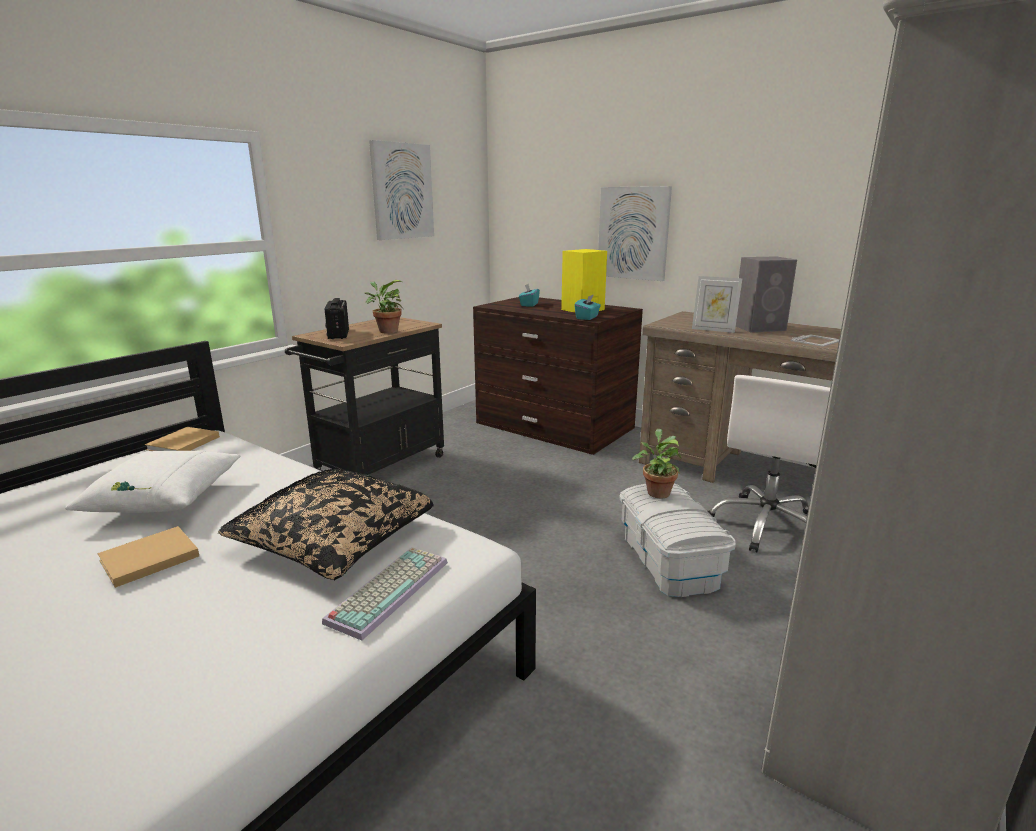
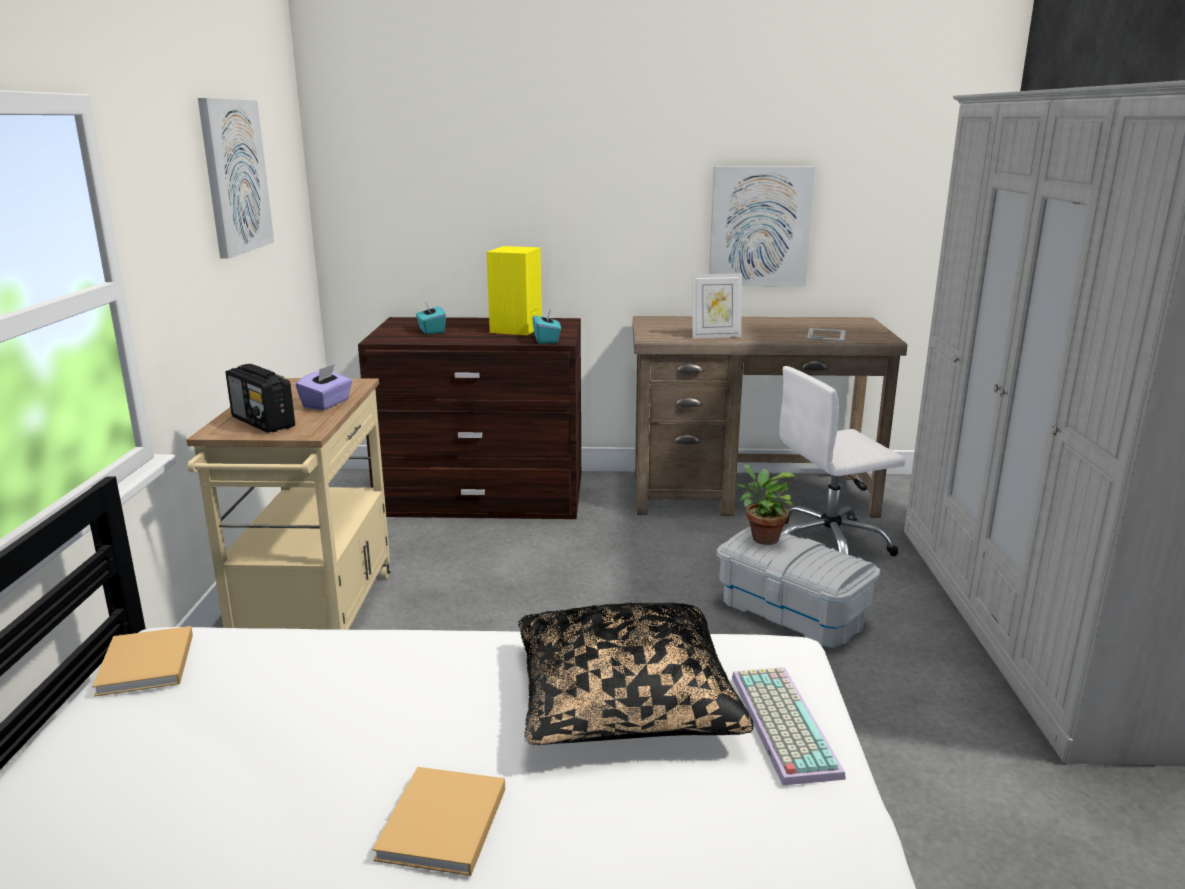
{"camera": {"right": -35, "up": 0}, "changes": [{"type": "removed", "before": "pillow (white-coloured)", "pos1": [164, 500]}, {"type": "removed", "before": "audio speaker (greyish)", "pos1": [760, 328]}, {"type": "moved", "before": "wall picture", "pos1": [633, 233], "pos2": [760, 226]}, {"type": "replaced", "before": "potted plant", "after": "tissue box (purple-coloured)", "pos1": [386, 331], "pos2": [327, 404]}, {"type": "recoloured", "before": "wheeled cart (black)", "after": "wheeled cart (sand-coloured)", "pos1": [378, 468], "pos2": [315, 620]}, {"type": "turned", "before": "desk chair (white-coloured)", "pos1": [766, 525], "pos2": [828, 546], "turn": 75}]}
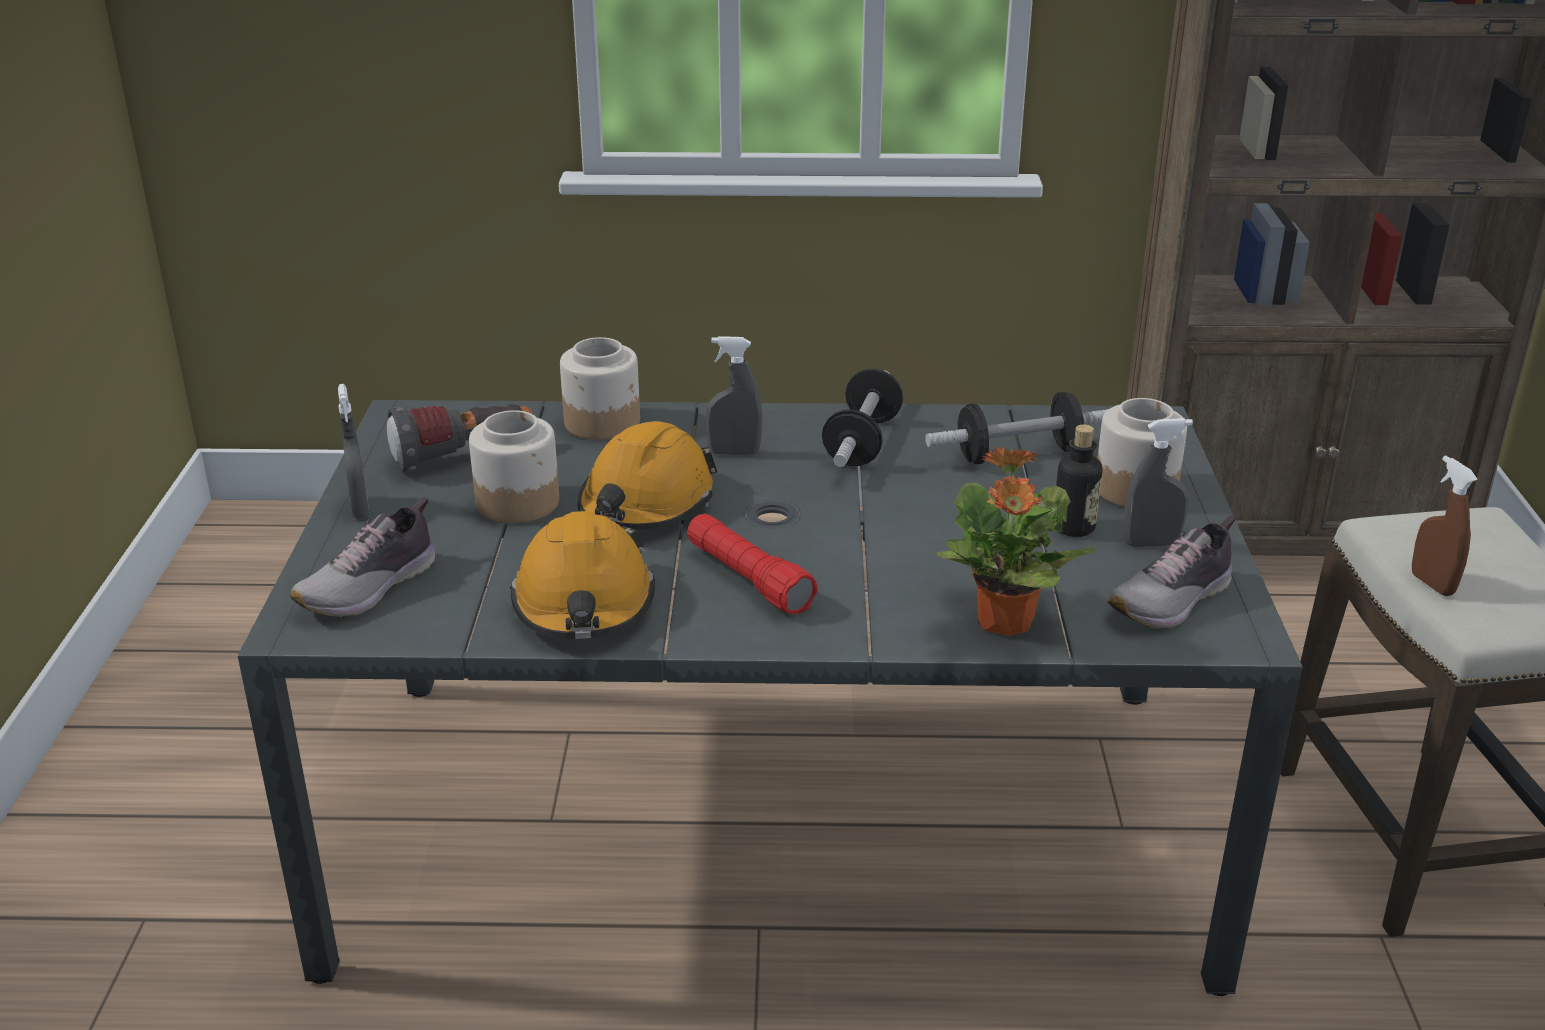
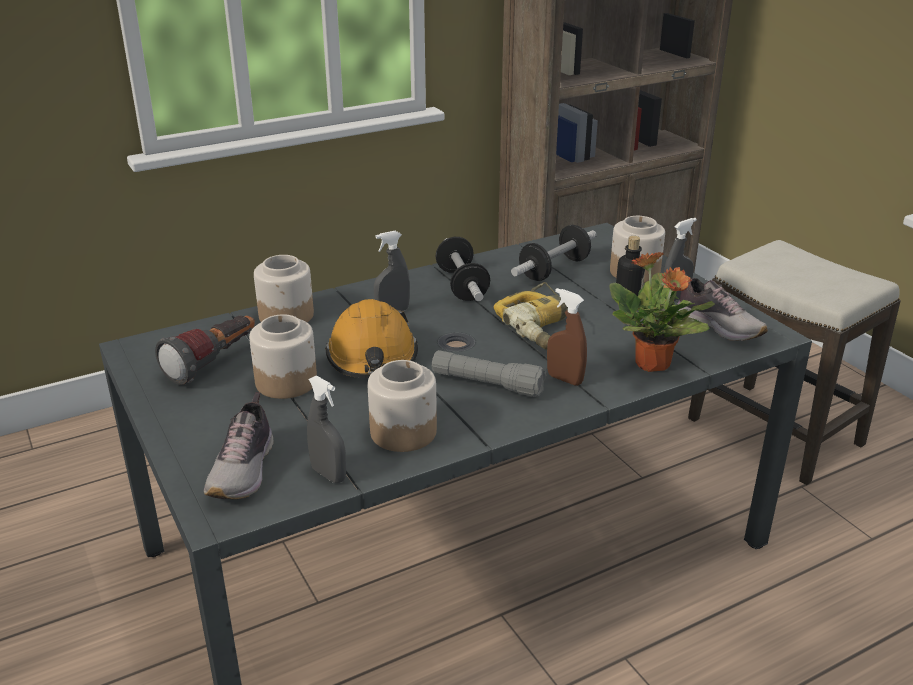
{"camera": {"right": -30, "up": 0}, "changes": [{"type": "added", "after": "power drill", "pos2": [541, 326]}, {"type": "moved", "before": "hand sprayer (greyish)", "pos1": [360, 508], "pos2": [328, 474]}, {"type": "moved", "before": "hand sprayer (brownish)", "pos1": [1432, 584], "pos2": [564, 379]}, {"type": "replaced", "before": "hard hat (orange)", "after": "preserve jar", "pos1": [584, 603], "pos2": [403, 432]}, {"type": "recoloured", "before": "torch (red-coloured)", "after": "torch (greyish)", "pos1": [748, 579], "pos2": [487, 384]}, {"type": "turned", "before": "item of footwear", "pos1": [1173, 601], "pos2": [719, 326], "turn": -60}]}
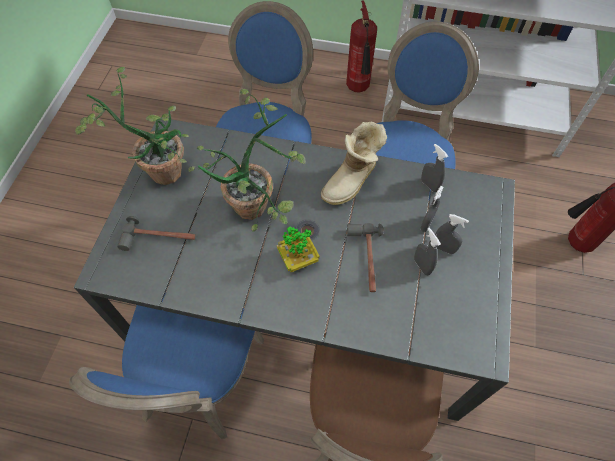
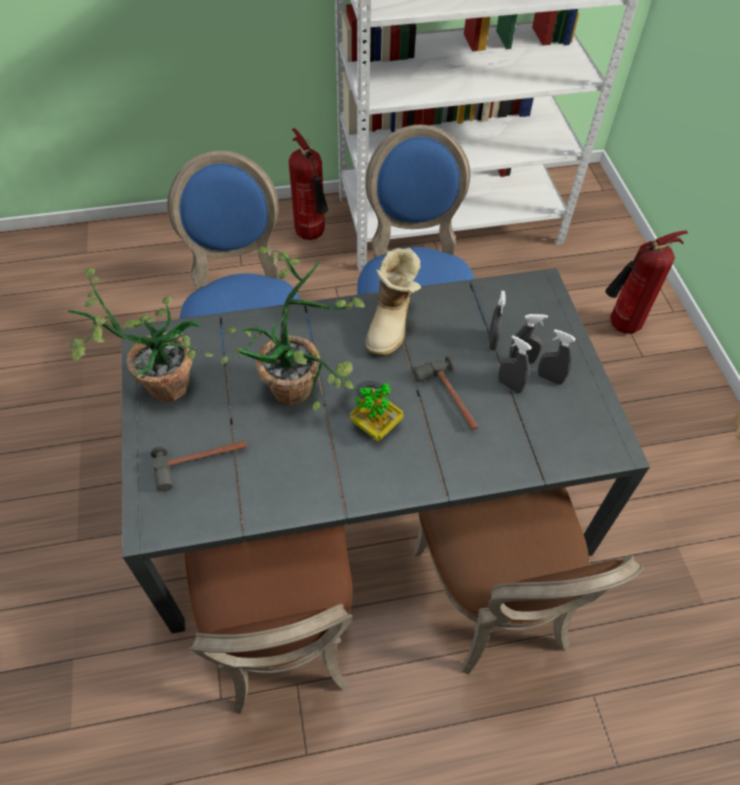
{"camera": {"right": -25, "up": -5}, "changes": [{"type": "moved", "before": "hand sprayer (greyish)", "pos1": [429, 185], "pos2": [550, 378]}, {"type": "recoloured", "before": "plain chair (blue)", "after": "plain chair (brownish)", "pos1": [198, 382], "pos2": [283, 639]}]}
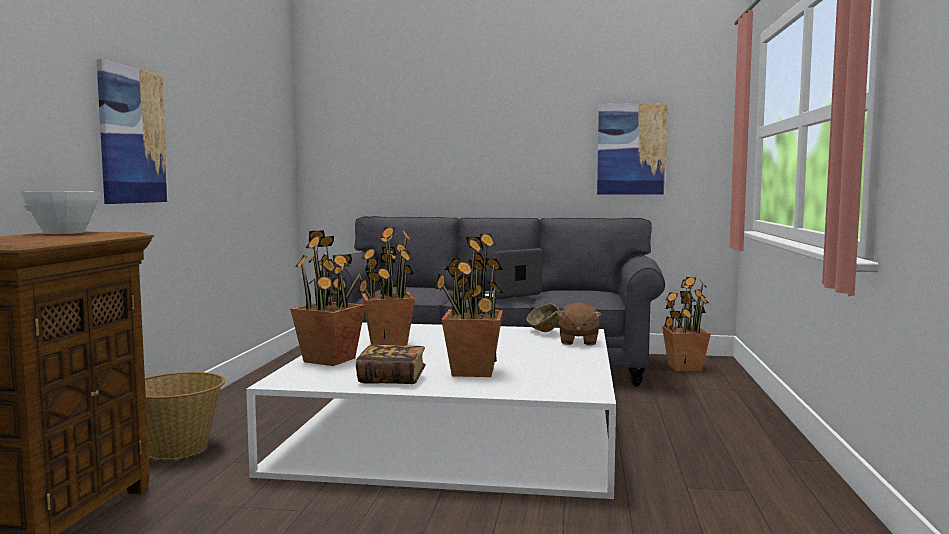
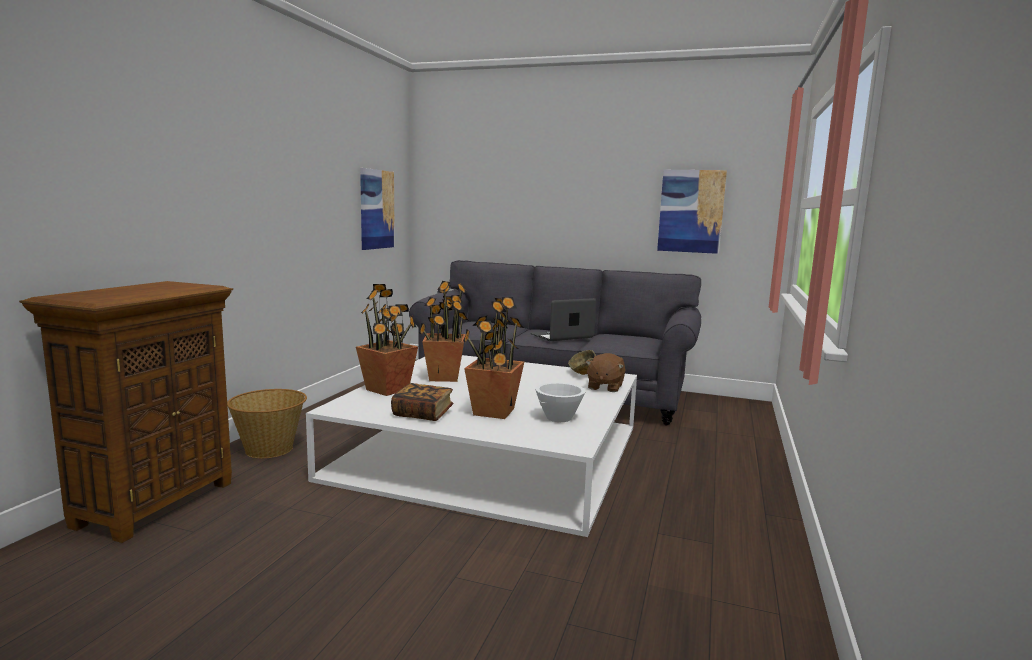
{"camera": {"right": 10, "up": 5}, "changes": [{"type": "removed", "before": "potted plant", "pos1": [684, 367]}, {"type": "moved", "before": "bowl (white-coloured)", "pos1": [63, 233], "pos2": [558, 417]}, {"type": "moved", "before": "wall picture", "pos1": [132, 135], "pos2": [376, 209]}]}
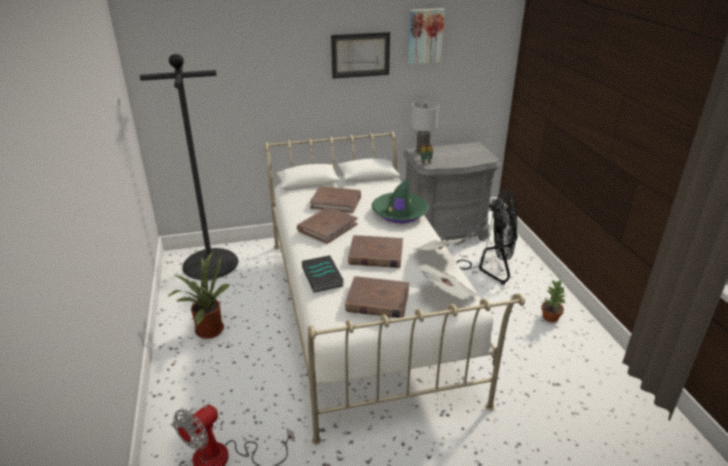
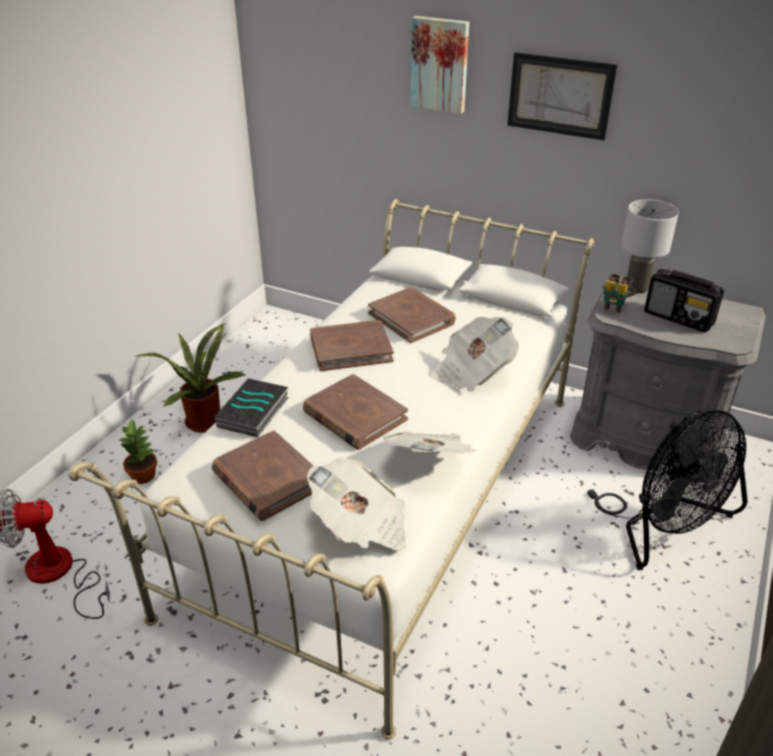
{"camera": {"right": 40, "up": 5}, "changes": [{"type": "removed", "before": "garment stand (black)", "pos1": [210, 264]}, {"type": "added", "after": "radio", "pos2": [679, 318]}, {"type": "moved", "before": "wall picture", "pos1": [425, 36], "pos2": [440, 64]}, {"type": "moved", "before": "potted plant", "pos1": [550, 317], "pos2": [144, 475]}, {"type": "replaced", "before": "clothing hat (green-coloured)", "after": "newspaper", "pos1": [400, 213], "pos2": [472, 371]}]}
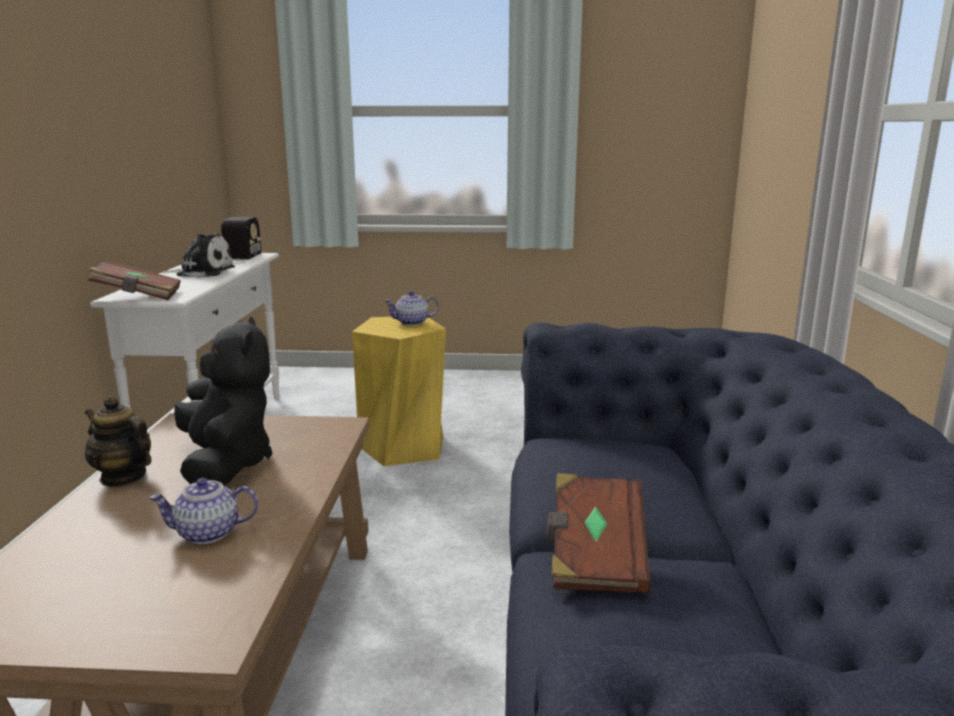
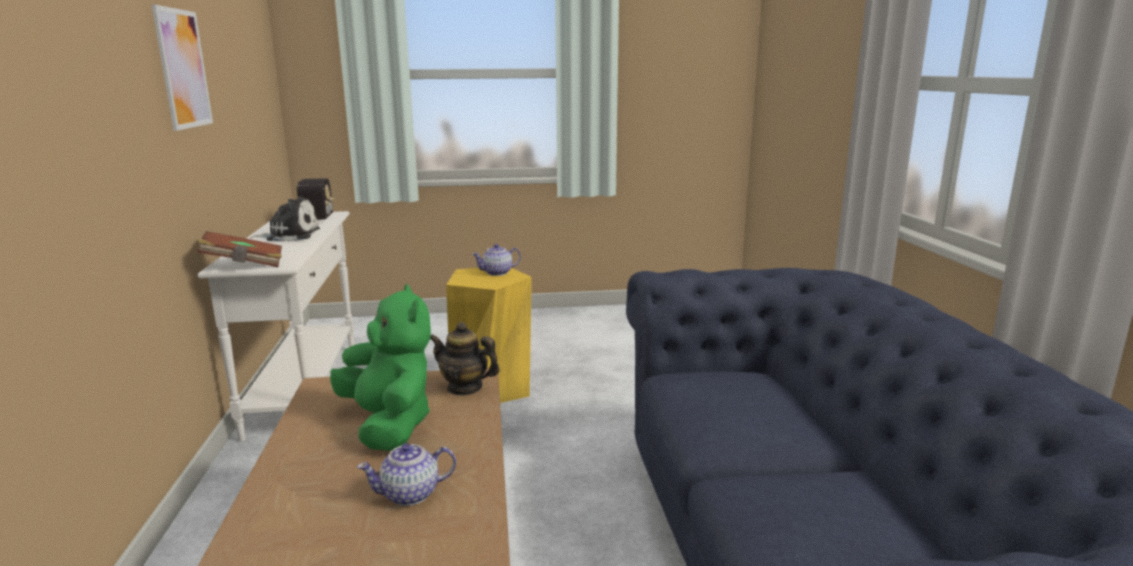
{"camera": {"right": -10, "up": 0}, "changes": [{"type": "removed", "before": "book (brownish)", "pos1": [594, 556]}, {"type": "added", "after": "wall picture", "pos2": [183, 69]}, {"type": "moved", "before": "pot for tea", "pos1": [123, 477], "pos2": [465, 388]}, {"type": "recoloured", "before": "cuddly toy (black)", "after": "cuddly toy (green-coloured)", "pos1": [226, 464], "pos2": [389, 425]}]}
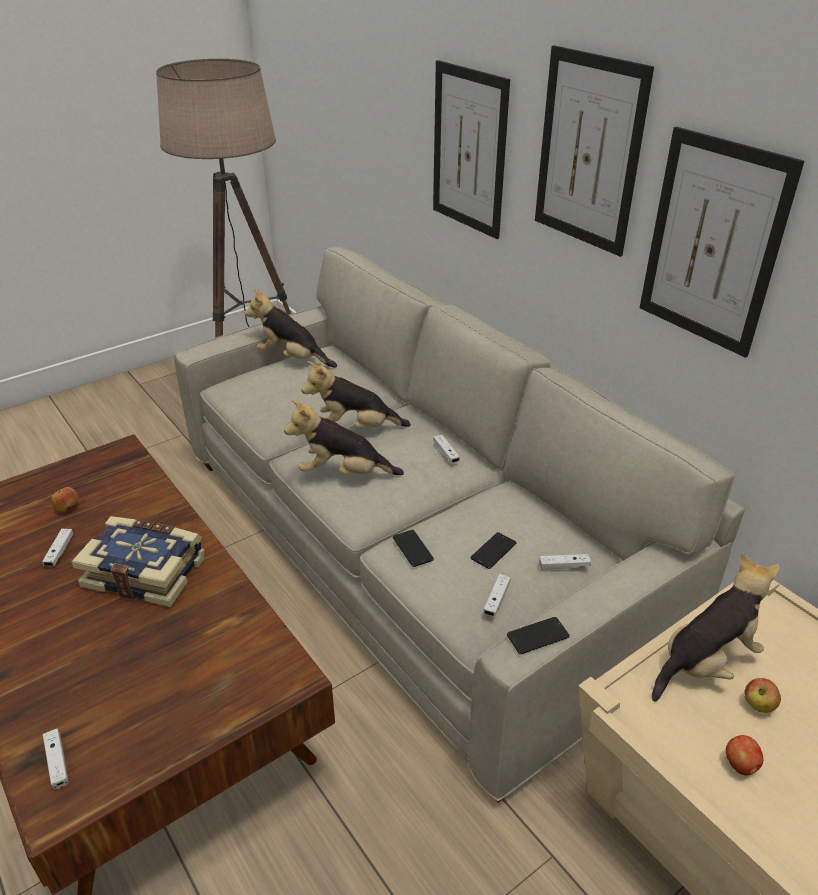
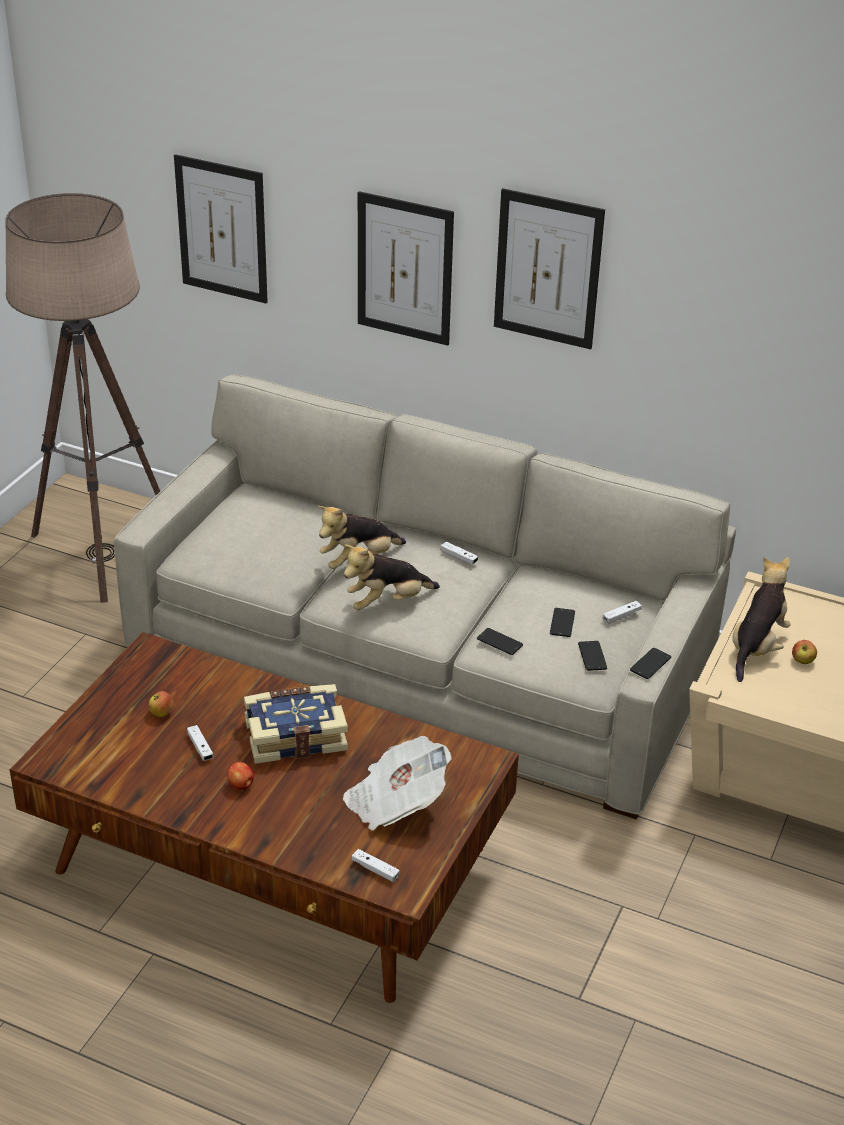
{"camera": {"right": -30, "up": 0}, "changes": [{"type": "removed", "before": "cuddly toy", "pos1": [292, 358]}, {"type": "added", "after": "newspaper", "pos2": [395, 802]}, {"type": "moved", "before": "wall picture", "pos1": [712, 243], "pos2": [222, 229]}, {"type": "moved", "before": "whole apple", "pos1": [740, 765], "pos2": [241, 785]}, {"type": "replaced", "before": "joypad (white-coloured)", "after": "telephone", "pos1": [496, 600], "pos2": [592, 656]}]}
